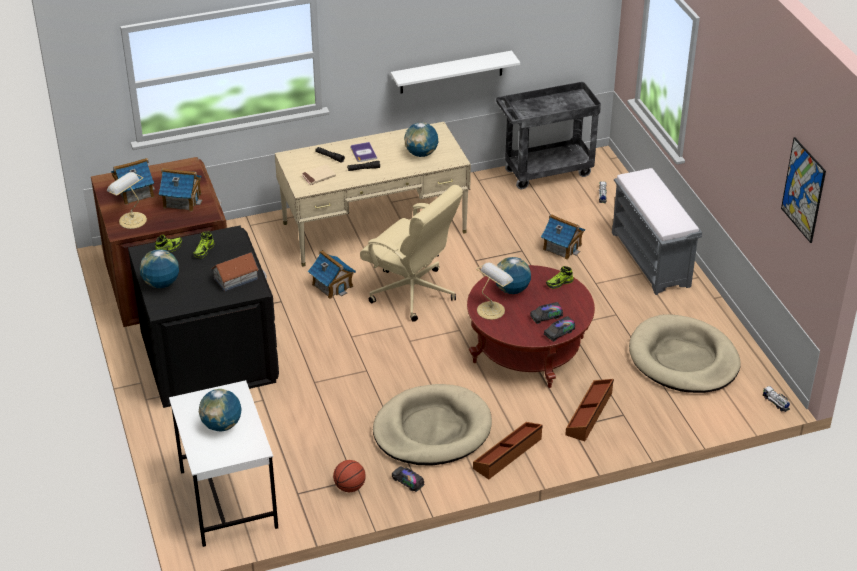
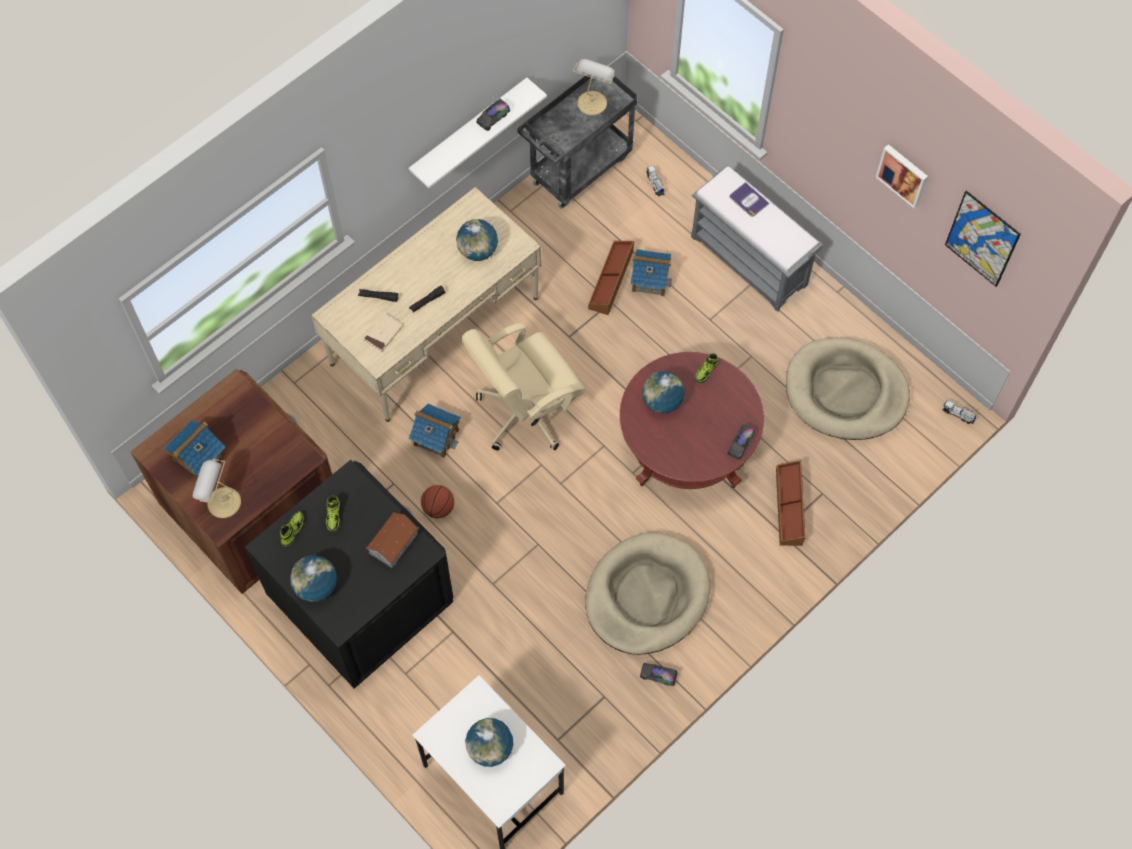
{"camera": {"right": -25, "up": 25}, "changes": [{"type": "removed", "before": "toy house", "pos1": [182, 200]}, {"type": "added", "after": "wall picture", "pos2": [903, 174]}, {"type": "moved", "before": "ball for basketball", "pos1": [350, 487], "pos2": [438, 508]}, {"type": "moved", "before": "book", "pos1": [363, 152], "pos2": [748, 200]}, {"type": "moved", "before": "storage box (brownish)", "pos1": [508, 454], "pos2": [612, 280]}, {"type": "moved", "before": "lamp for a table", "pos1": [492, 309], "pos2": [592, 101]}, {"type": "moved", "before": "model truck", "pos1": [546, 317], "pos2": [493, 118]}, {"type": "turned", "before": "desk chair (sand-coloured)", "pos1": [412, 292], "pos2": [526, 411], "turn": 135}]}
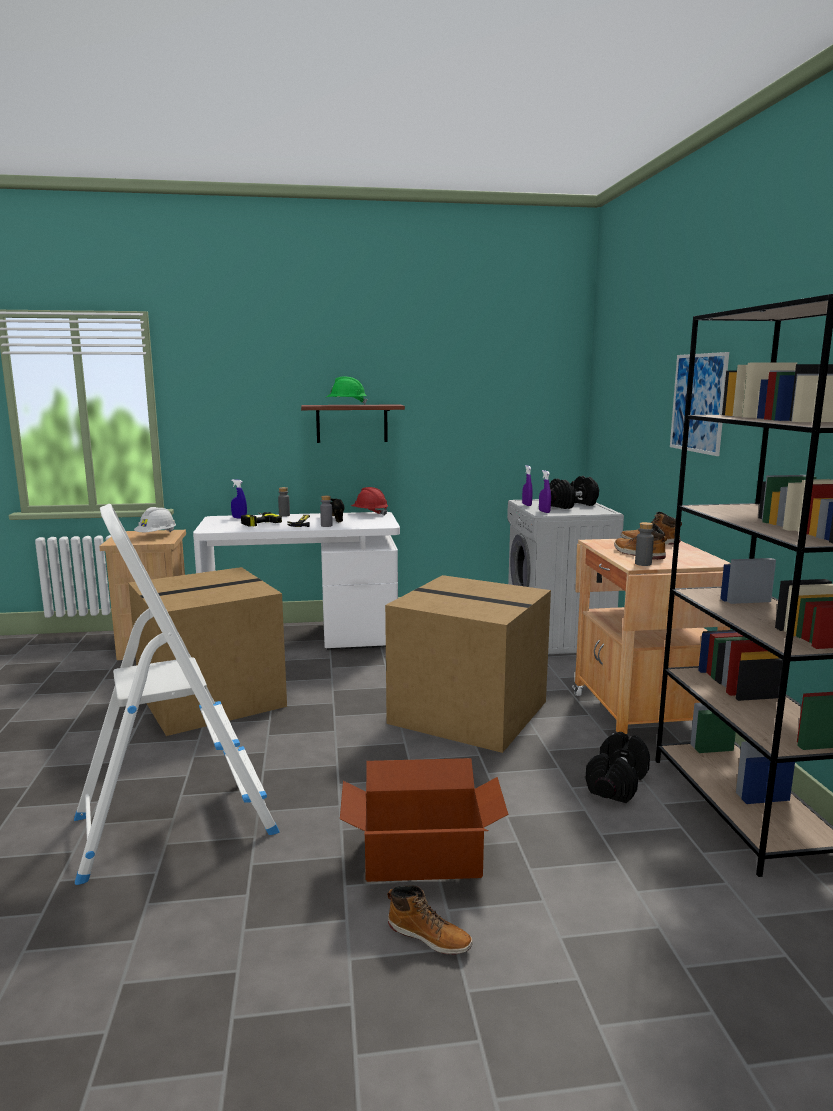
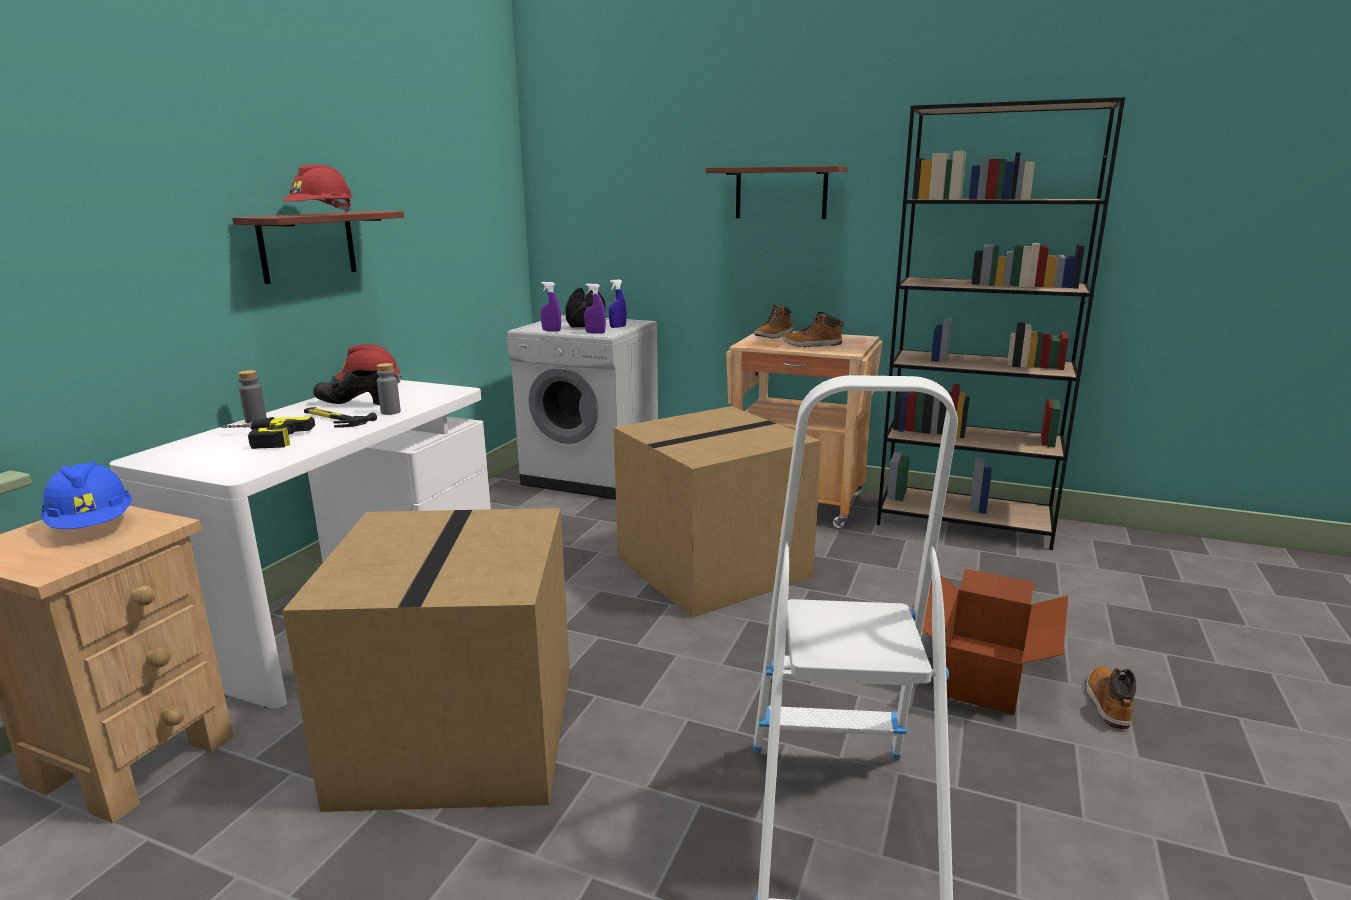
{"camera": {"right": -60, "up": 5}, "changes": [{"type": "removed", "before": "hand weight (black)", "pos1": [616, 783]}, {"type": "removed", "before": "drink bottle (greyish)", "pos1": [643, 564]}, {"type": "moved", "before": "hand sprayer (blue)", "pos1": [239, 518], "pos2": [618, 327]}, {"type": "replaced", "before": "wall picture", "after": "bracket shelf", "pos1": [698, 403], "pos2": [781, 193]}, {"type": "recoloured", "before": "hard hat (white-coloured)", "after": "hard hat (blue)", "pos1": [156, 536], "pos2": [93, 526]}, {"type": "recoloured", "before": "hard hat (green-coloured)", "after": "hard hat (red-coloured)", "pos1": [346, 405], "pos2": [321, 214]}, {"type": "turned", "before": "boot", "pos1": [429, 936], "pos2": [1107, 703], "turn": -45}]}
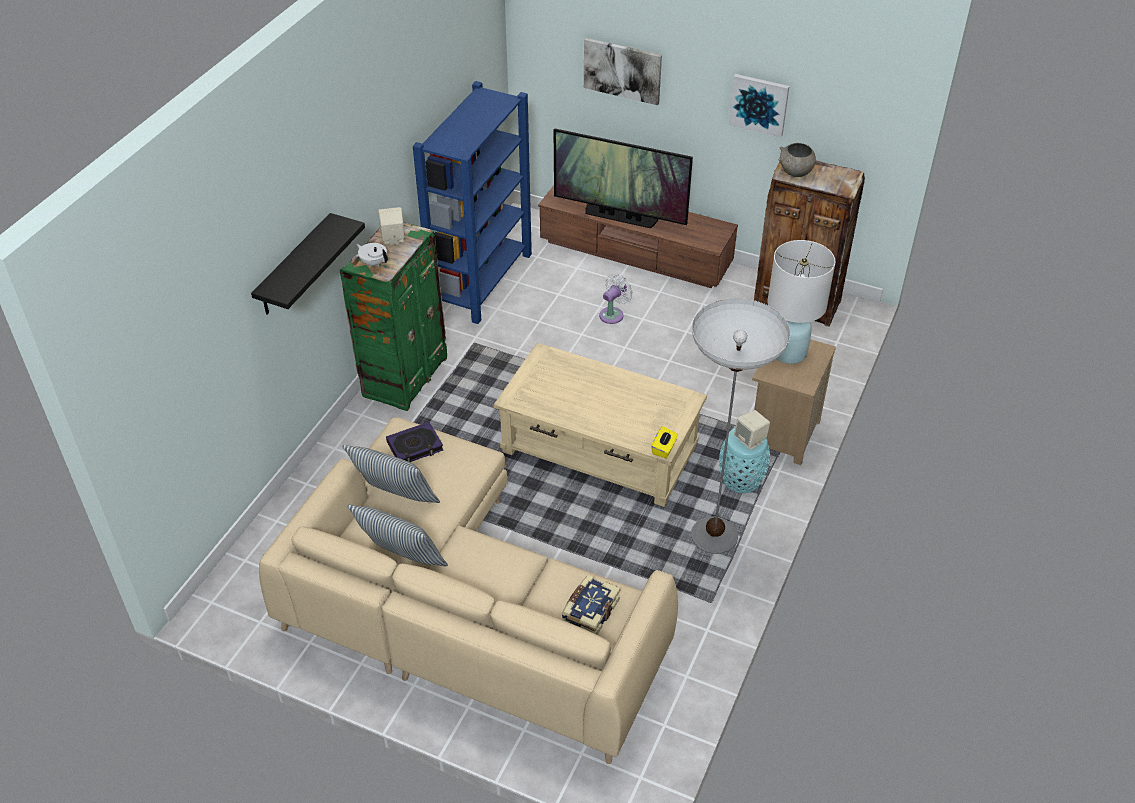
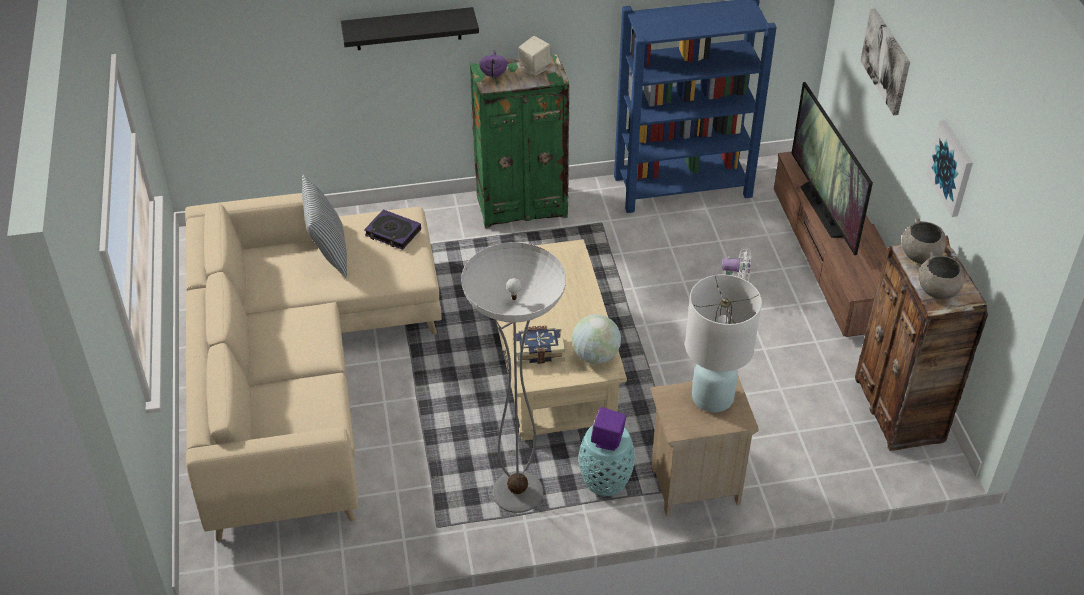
{"camera": {"right": 55, "up": 0}, "changes": [{"type": "removed", "before": "pillow", "pos1": [402, 561]}, {"type": "removed", "before": "tissue box (yellow-coloured)", "pos1": [664, 449]}, {"type": "added", "after": "world globe", "pos2": [595, 356]}, {"type": "added", "after": "bowl (greyish)", "pos2": [937, 291]}, {"type": "moved", "before": "book", "pos1": [589, 611], "pos2": [538, 350]}, {"type": "recoloured", "before": "pot for tea (white-coloured)", "after": "pot for tea (purple-coloured)", "pos1": [373, 263], "pos2": [494, 74]}, {"type": "recoloured", "before": "audio speaker (sand-coloured)", "after": "audio speaker (purple-coloured)", "pos1": [750, 440], "pos2": [608, 441]}]}
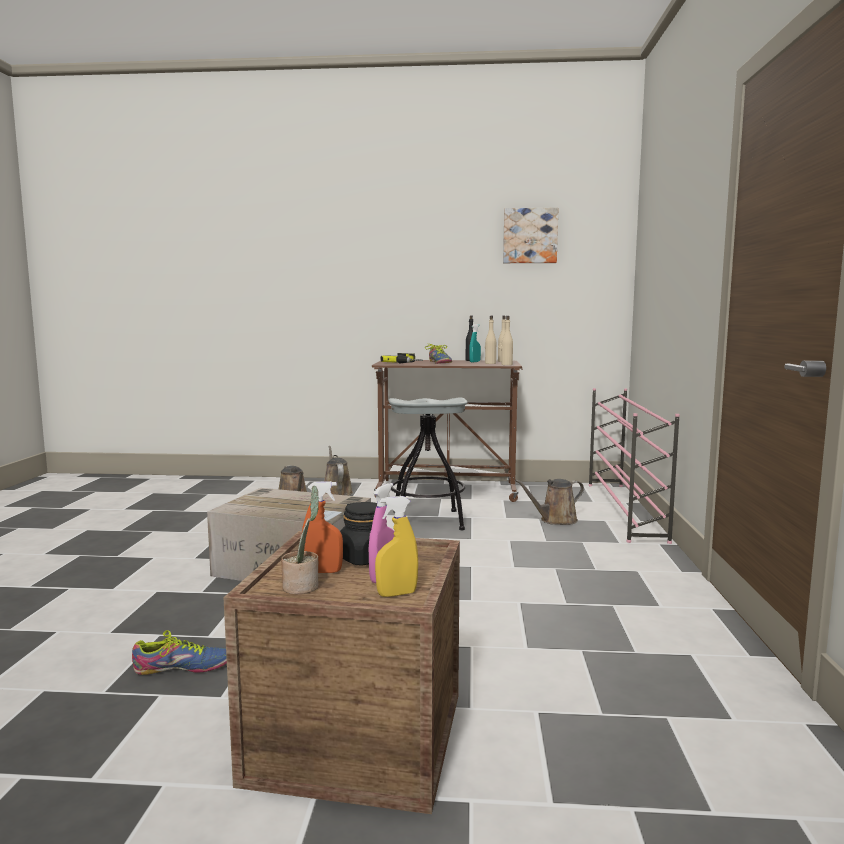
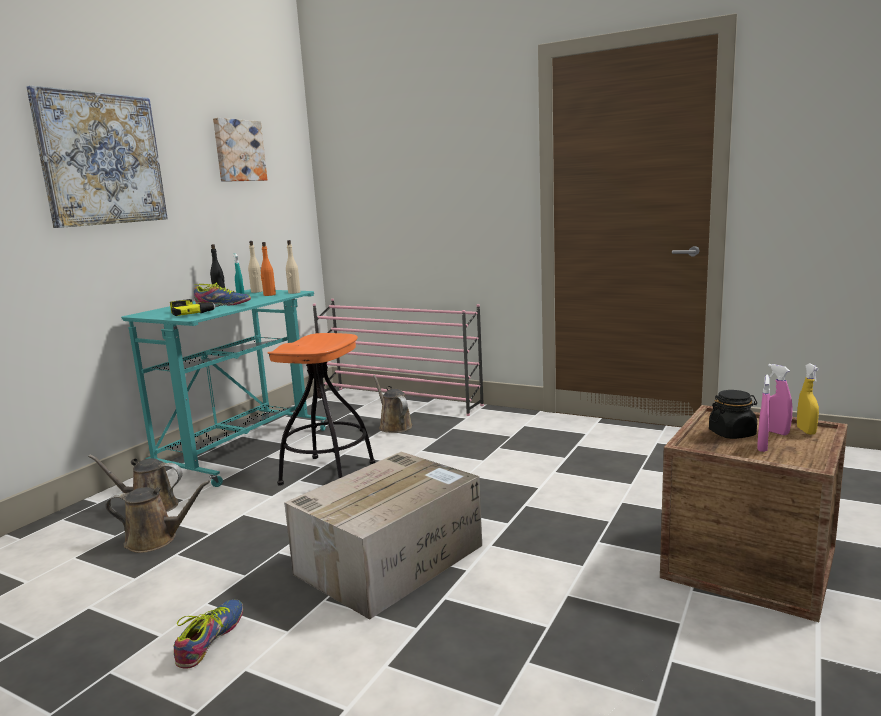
{"camera": {"right": -65, "up": 5}, "changes": [{"type": "removed", "before": "potted plant", "pos1": [303, 586]}, {"type": "added", "after": "wall picture", "pos2": [101, 159]}, {"type": "moved", "before": "item of footwear", "pos1": [182, 667], "pos2": [210, 638]}, {"type": "recoloured", "before": "hand sprayer (orange)", "after": "hand sprayer (pink)", "pos1": [323, 571], "pos2": [762, 447]}, {"type": "recoloured", "before": "desk table (brownish)", "after": "desk table (turquoise-coloured)", "pos1": [447, 490], "pos2": [243, 449]}, {"type": "recoloured", "before": "stool seat (greyish)", "after": "stool seat (orange)", "pos1": [427, 520], "pos2": [327, 473]}, {"type": "recoloured", "before": "drink bottle (sand-coloured)", "after": "drink bottle (orange)", "pos1": [490, 363], "pos2": [269, 295]}, {"type": "turned", "before": "watering pot (brownish)", "pos1": [555, 520], "pos2": [394, 426], "turn": 150}]}
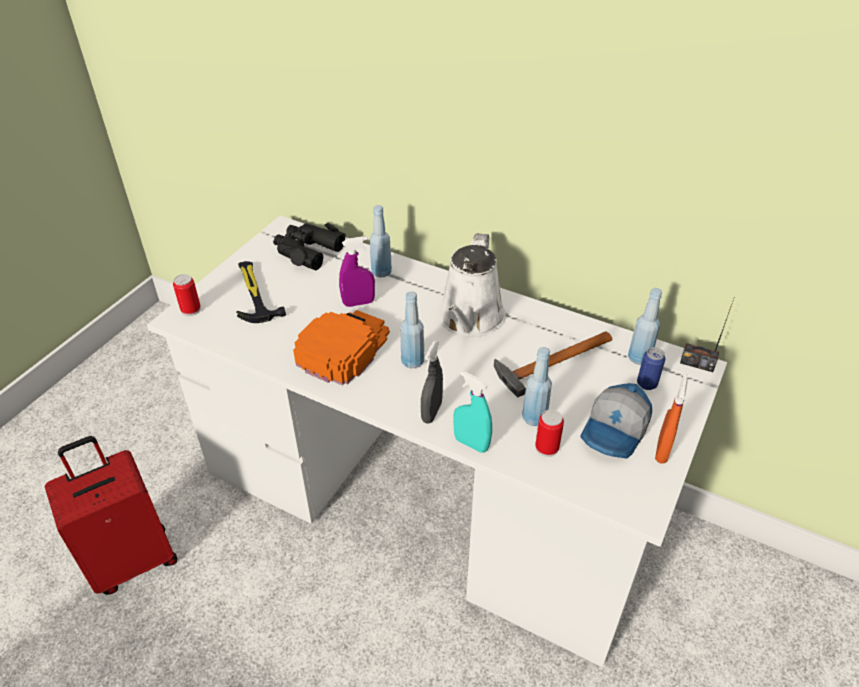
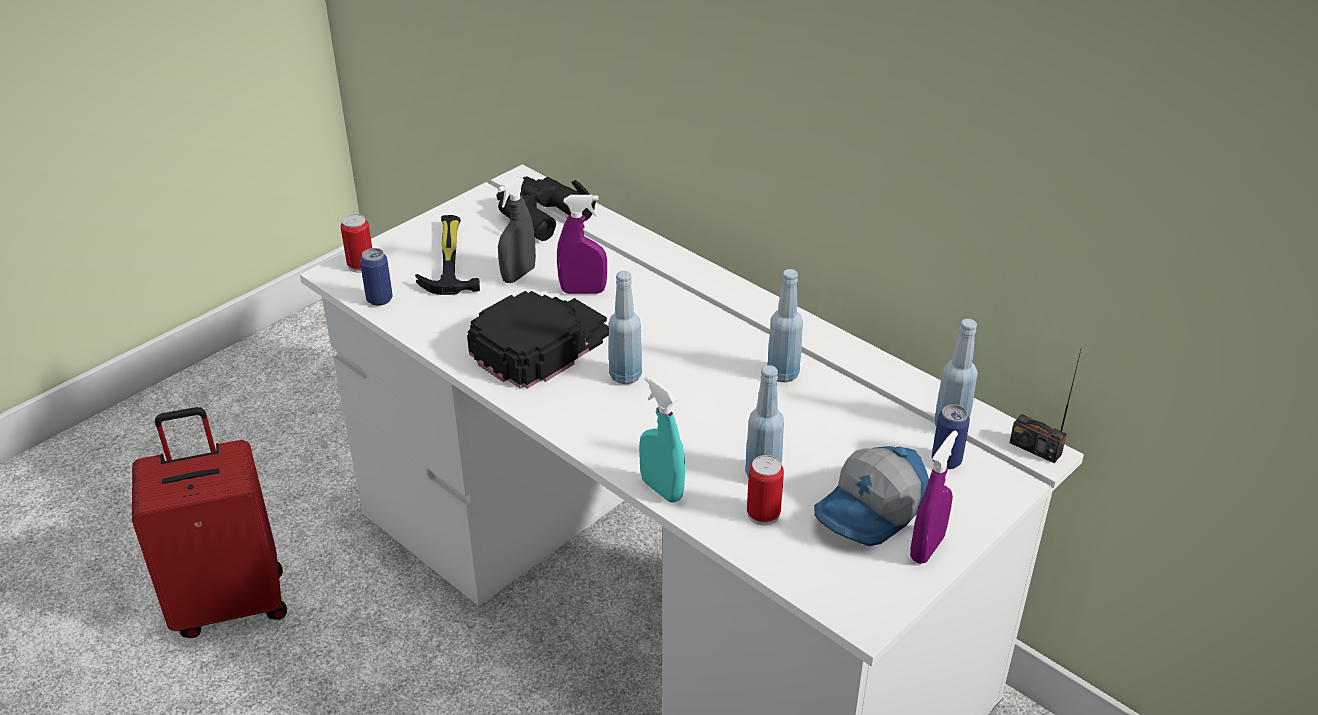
{"camera": {"right": 15, "up": -5}, "changes": [{"type": "removed", "before": "watering pot (white-coloured)", "pos1": [470, 320]}, {"type": "removed", "before": "tool hammer", "pos1": [550, 362]}, {"type": "added", "after": "metal can", "pos2": [379, 299]}, {"type": "moved", "before": "drink bottle (blue)", "pos1": [381, 272], "pos2": [782, 374]}, {"type": "moved", "before": "hand sprayer (greyish)", "pos1": [431, 412], "pos2": [518, 275]}, {"type": "recoloured", "before": "cap (orange)", "after": "cap (black)", "pos1": [343, 348], "pos2": [540, 343]}, {"type": "recoloured", "before": "hand sprayer (orange)", "after": "hand sprayer (purple-coloured)", "pos1": [662, 450], "pos2": [927, 548]}]}
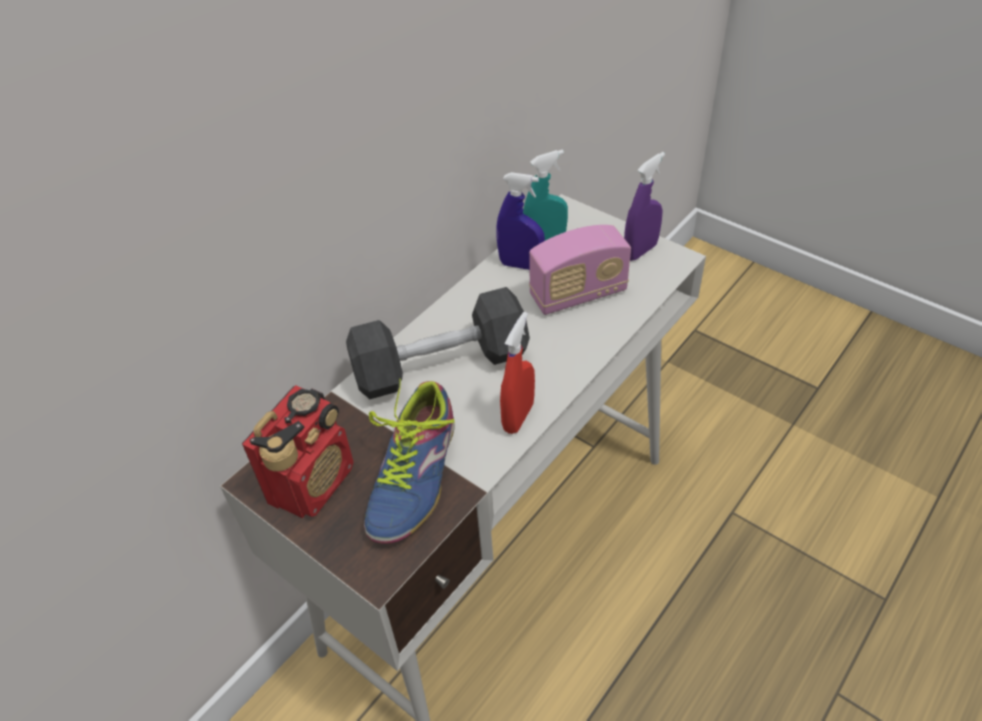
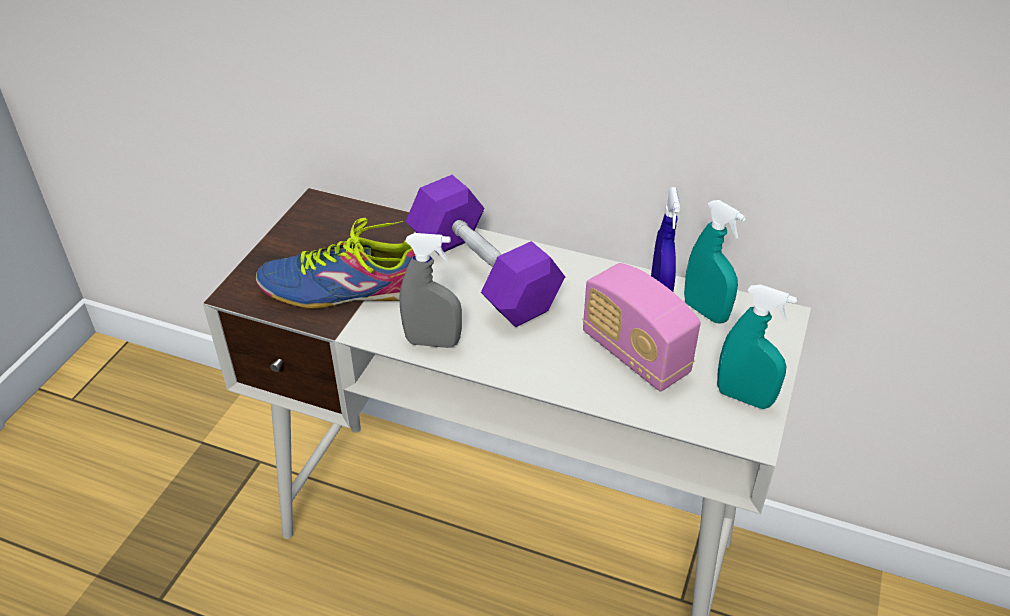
{"camera": {"right": 70, "up": -5}, "changes": [{"type": "removed", "before": "radio", "pos1": [313, 482]}, {"type": "recoloured", "before": "hand weight (greyish)", "after": "hand weight (purple-coloured)", "pos1": [441, 365], "pos2": [483, 274]}, {"type": "recoloured", "before": "hand sprayer (red-coloured)", "after": "hand sprayer (greyish)", "pos1": [518, 417], "pos2": [433, 342]}, {"type": "recoloured", "before": "hand sprayer (purple-coloured)", "after": "hand sprayer (turquoise-coloured)", "pos1": [640, 251], "pos2": [744, 397]}]}
